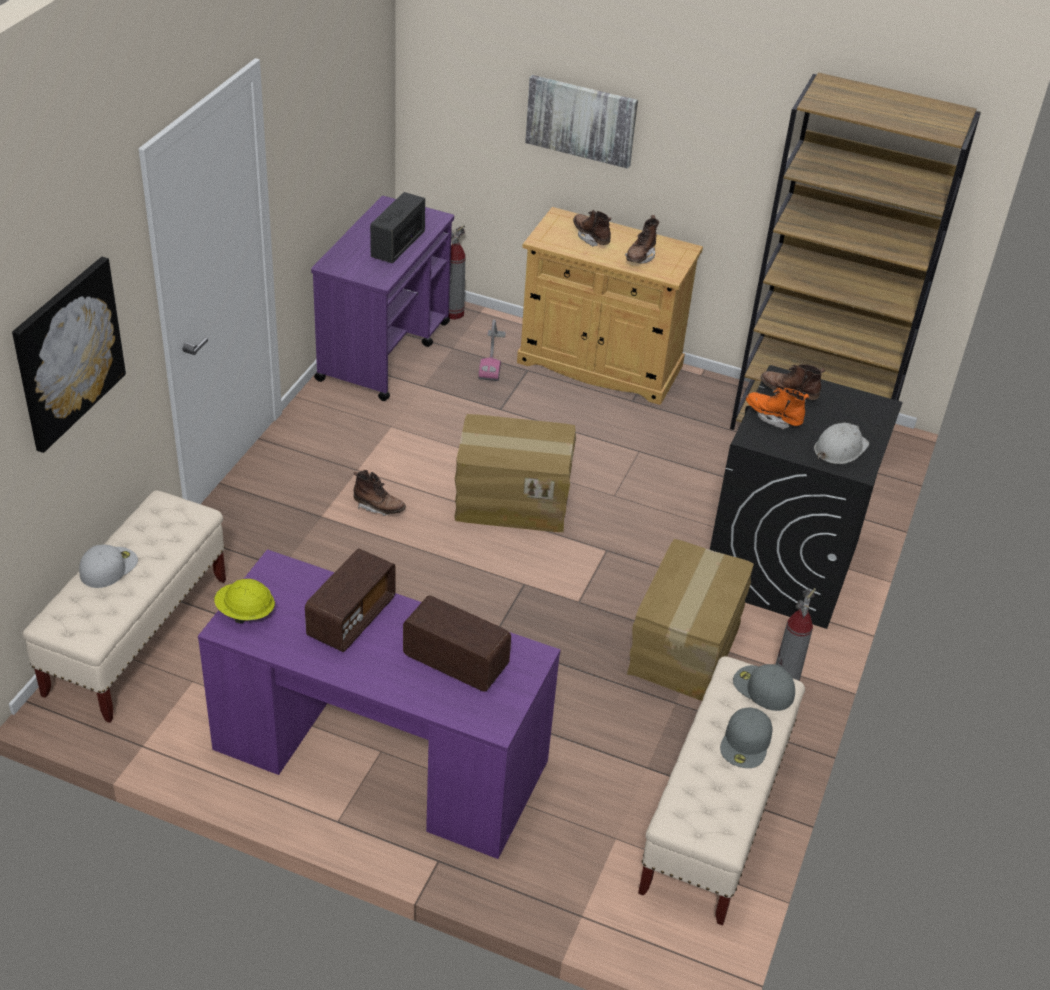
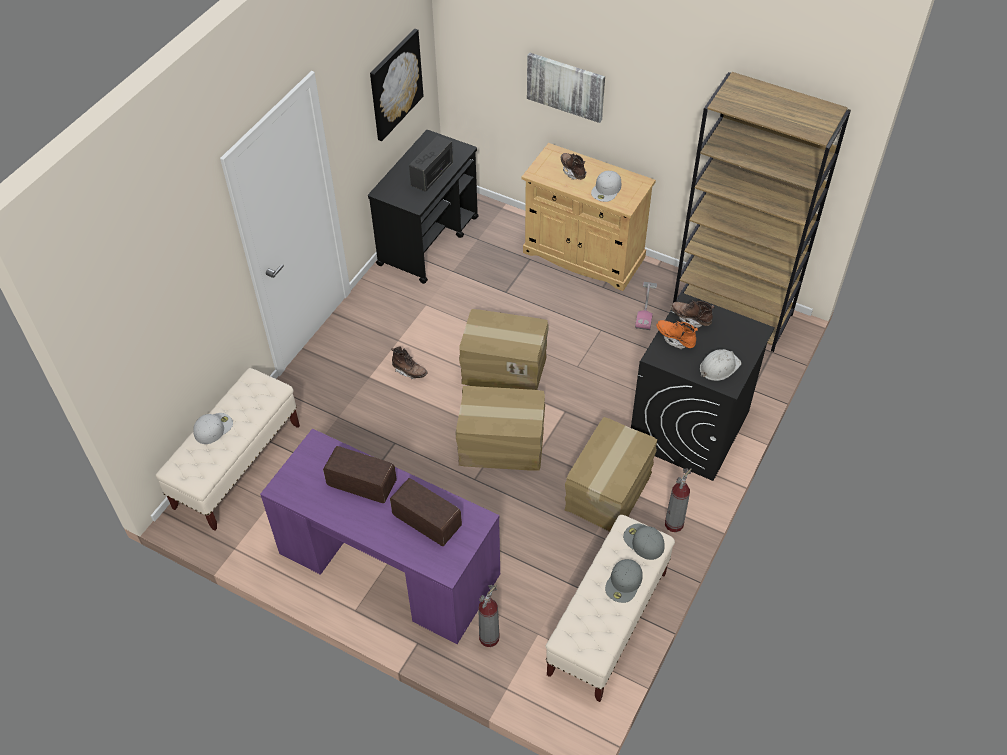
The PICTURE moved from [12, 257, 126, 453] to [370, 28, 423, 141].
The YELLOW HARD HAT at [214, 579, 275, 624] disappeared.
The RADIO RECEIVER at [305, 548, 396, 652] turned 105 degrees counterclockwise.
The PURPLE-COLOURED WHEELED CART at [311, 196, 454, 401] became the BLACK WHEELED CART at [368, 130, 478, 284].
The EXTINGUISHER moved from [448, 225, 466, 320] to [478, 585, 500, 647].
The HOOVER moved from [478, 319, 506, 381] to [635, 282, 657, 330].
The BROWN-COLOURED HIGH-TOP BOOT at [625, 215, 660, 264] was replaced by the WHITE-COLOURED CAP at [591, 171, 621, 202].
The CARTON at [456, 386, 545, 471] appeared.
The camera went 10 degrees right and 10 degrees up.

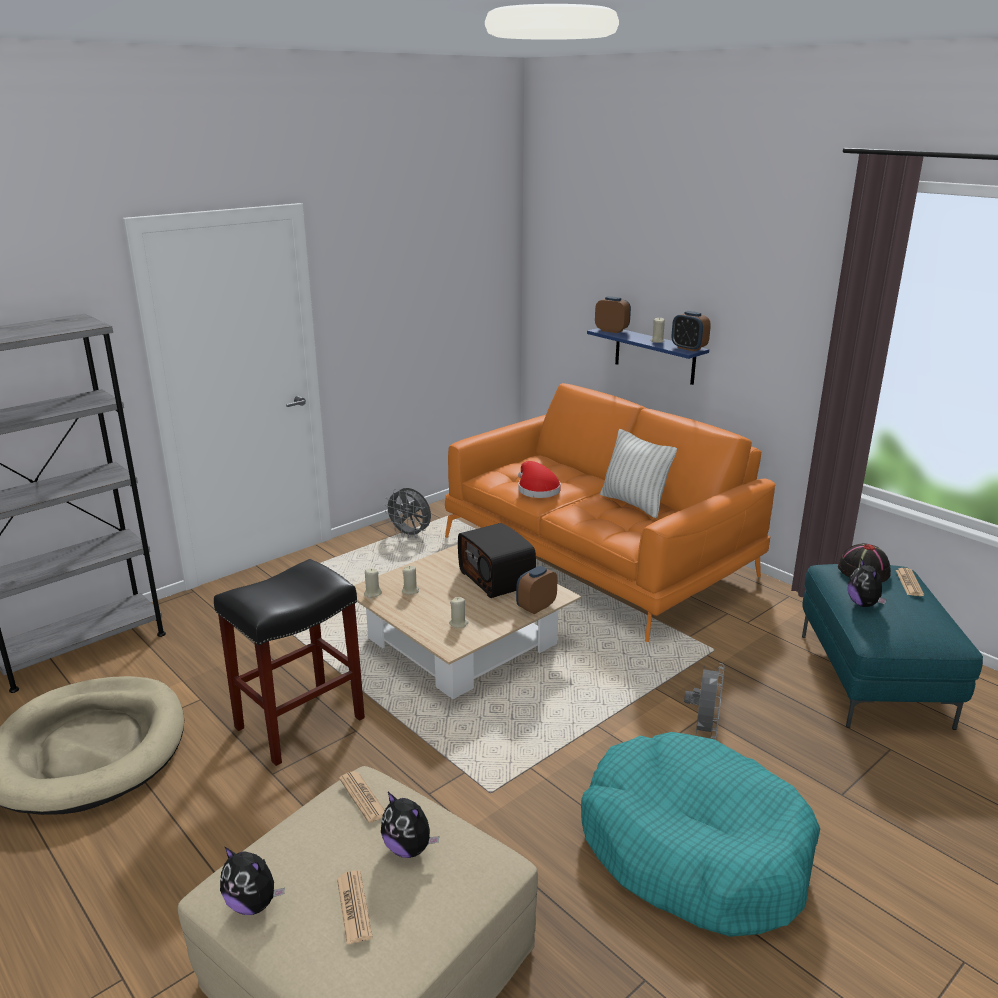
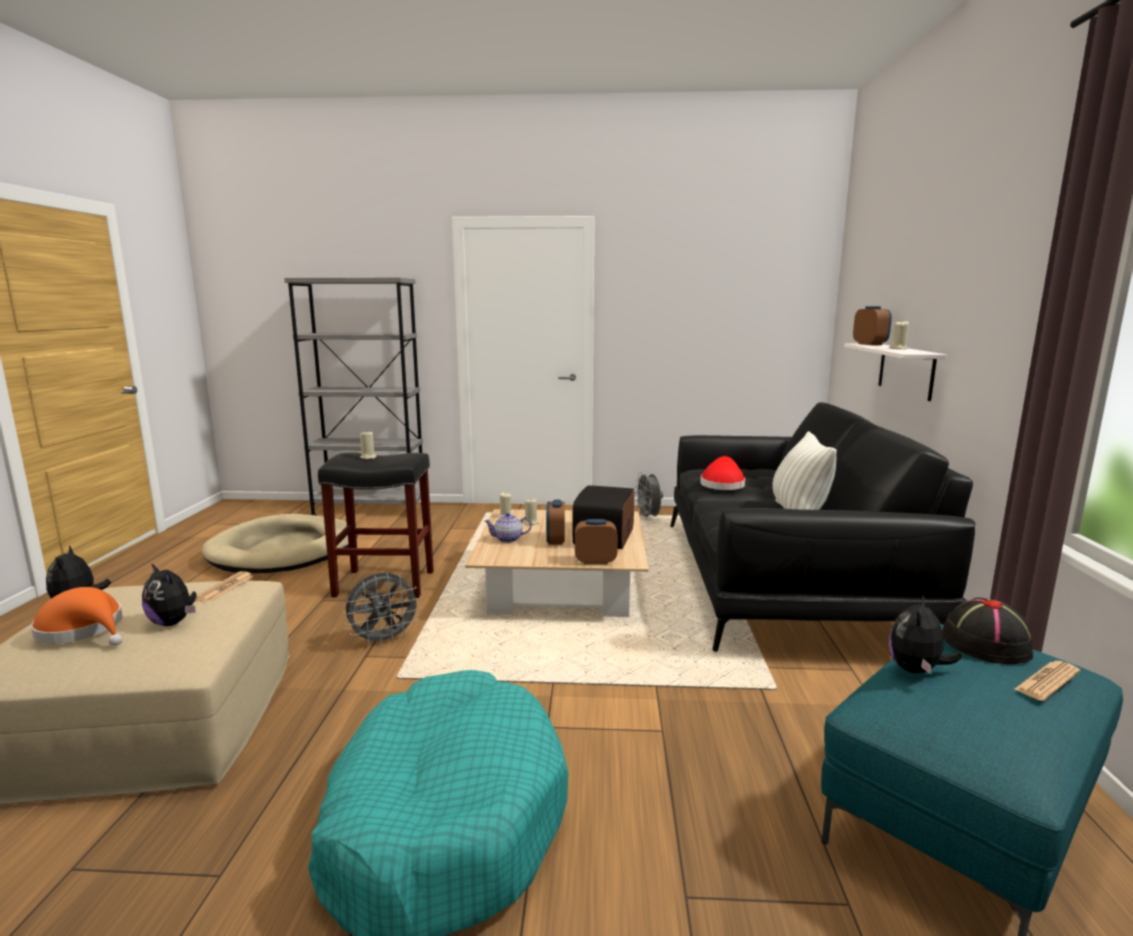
The DAILY PAPER at [337, 870, 372, 945] was replaced by the ORANGE WEARABLE HAT at [31, 587, 123, 646].
The PLUSH TOY at [381, 792, 439, 858] turned 45 degrees counterclockwise.
The ORANGE COUCH at [445, 383, 776, 642] became the BLACK COUCH at [670, 402, 976, 652].
The SAND-COLOURED WAX LIGHT moved from [449, 597, 469, 628] to [360, 430, 377, 459].
The BLUE-COLOURED WALL SHELF at [587, 328, 709, 385] became the WHITE-COLOURED WALL SHELF at [844, 344, 947, 401].
The BEDSIDE CLOCK moved from [672, 311, 711, 351] to [546, 499, 565, 544].
The GREYISH COOLING FAN moved from [684, 663, 725, 740] to [344, 573, 422, 646].
The TEA POT at [484, 513, 532, 543] appeared.
The camera went 45 degrees right and 10 degrees down.

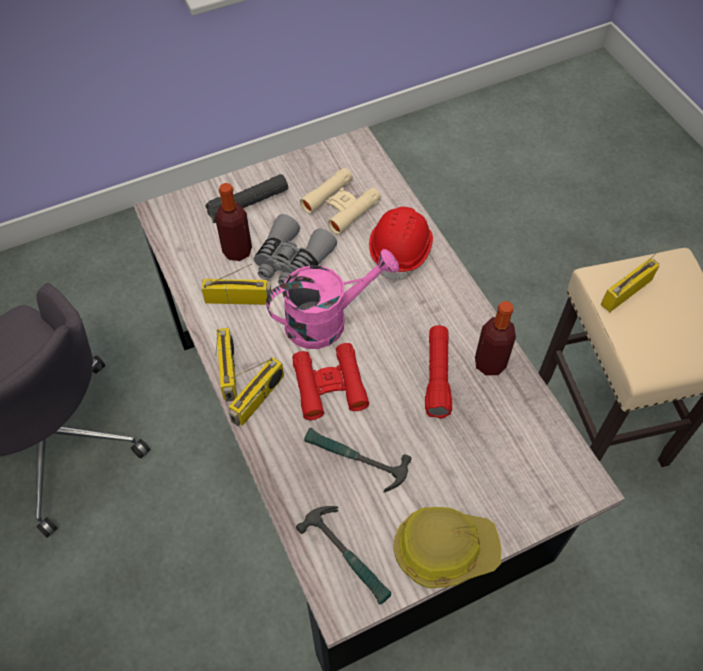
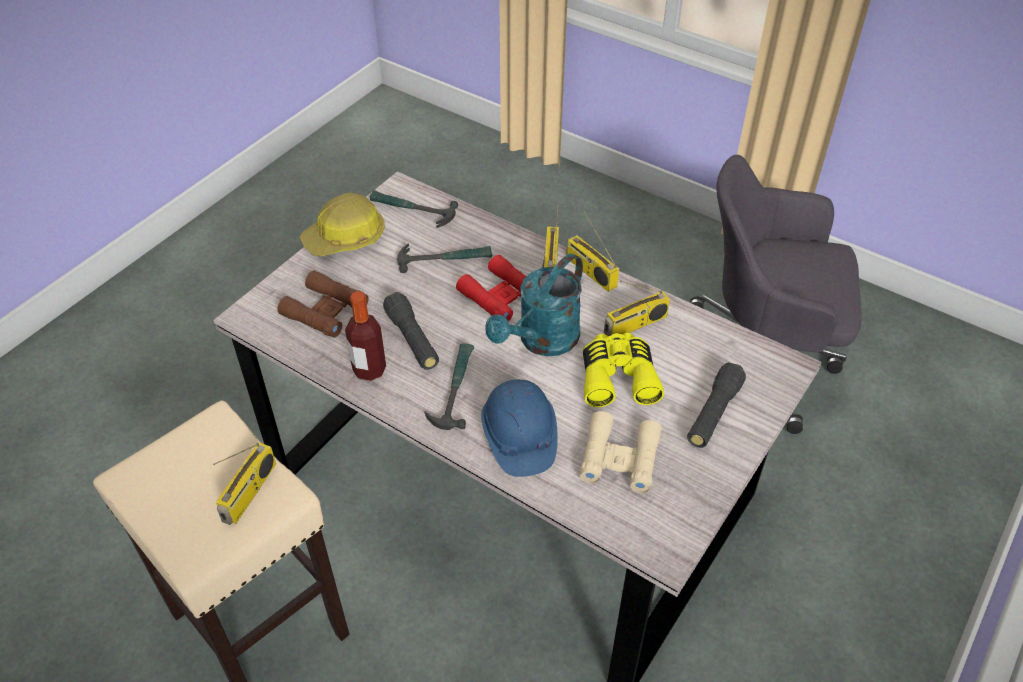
The BEVERAGE BOTTLE at [215, 183, 252, 261] disappeared.
The GREYISH PAIR OF BINOCULARS at [254, 214, 337, 285] became the YELLOW PAIR OF BINOCULARS at [583, 333, 664, 407].
The PINK WATERING POT at [266, 249, 399, 349] became the TURQUOISE WATERING POT at [485, 253, 583, 356].
The RED HARD HAT at [369, 206, 433, 283] became the BLUE-COLOURED HARD HAT at [481, 379, 558, 477].
The RED HAND TORCH at [425, 325, 452, 418] became the BLACK HAND TORCH at [383, 292, 439, 370].
The BROWN-COLOURED PAIR OF BINOCULARS at [277, 270, 369, 338] appeared.
The HAND HAMMER at [424, 343, 474, 430] appeared.
The camera went 150 degrees right and 10 degrees down.

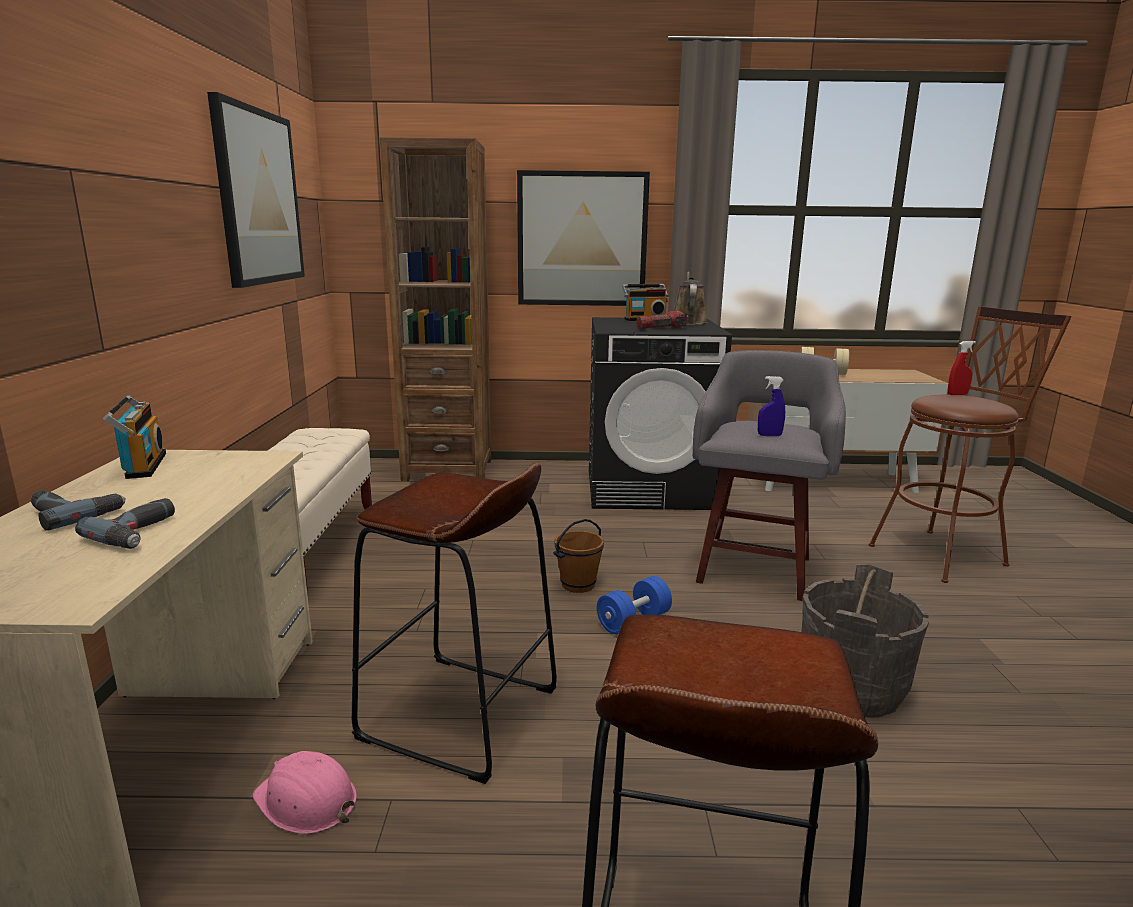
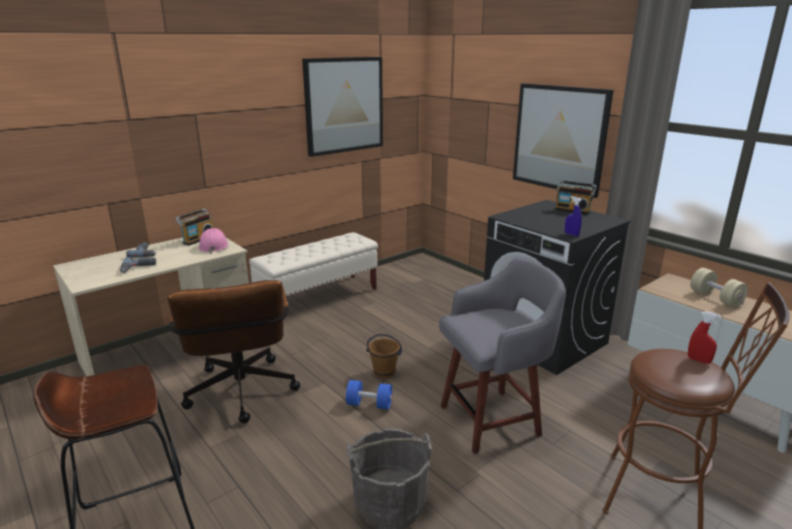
The PINK HARD HAT moved from [253, 751, 357, 834] to [199, 228, 228, 253].
The BROWN-COLOURED SITTING STOOL at [352, 463, 557, 784] was replaced by the BROWN-COLOURED DESK CHAIR at [168, 280, 300, 423].
The BROWN-COLOURED BOOKCASE at [379, 137, 491, 481] disappeared.
The HAND TORCH at [636, 311, 689, 329] disappeared.
The BROWN-COLOURED WATERING POT at [674, 272, 707, 325] disappeared.
The BLUE-COLOURED SPRAY BOTTLE moved from [758, 376, 785, 436] to [565, 196, 582, 237].
The camera went 50 degrees right and 5 degrees up.

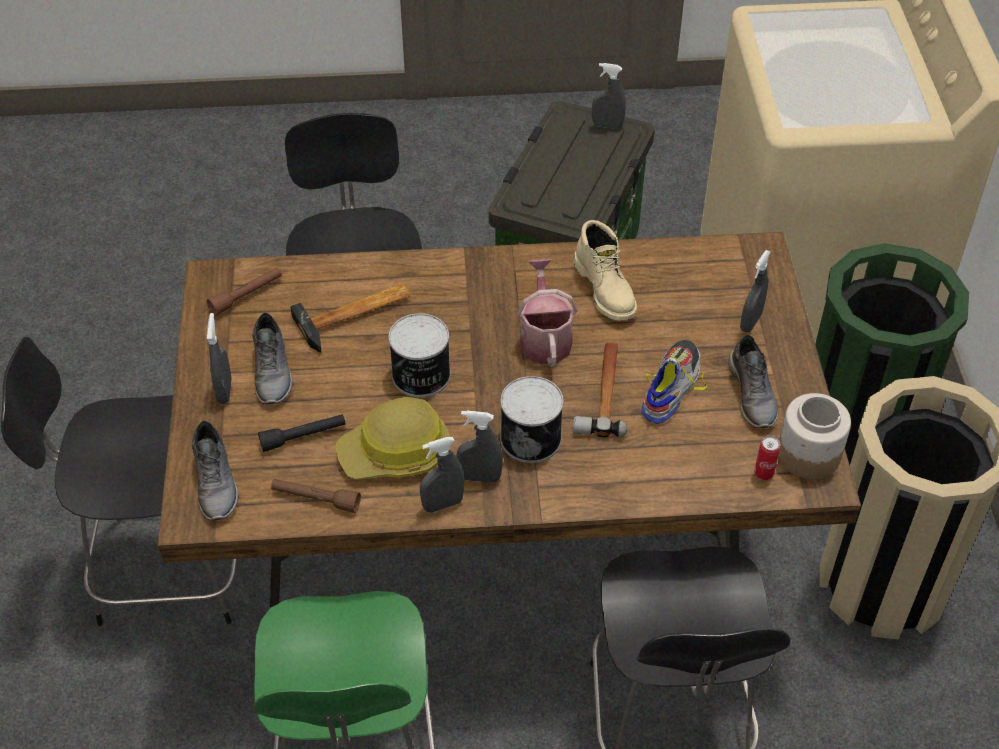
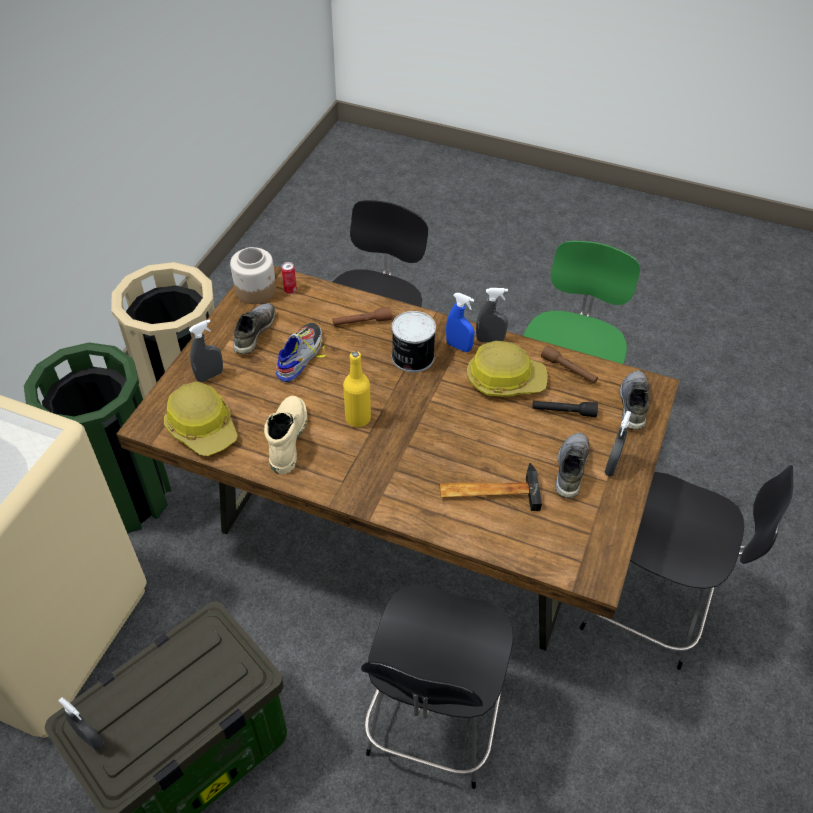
The BROWN-COLOURED HAND TORCH moved from [207, 268, 282, 316] to [333, 307, 392, 326].
The METAL CAN at [389, 313, 451, 398] disappeared.
The GREYISH SPRAY BOTTLE at [456, 411, 503, 483] became the BLUE-COLOURED SPRAY BOTTLE at [446, 293, 475, 352].
The WATERING POT at [517, 259, 577, 367] was replaced by the YELLOW BEVERAGE BOTTLE at [343, 351, 371, 427].
The HAND HAMMER at [573, 341, 627, 438] disappeared.
The SHOE at [641, 340, 707, 424] turned 150 degrees clockwise.
The HARD HAT at [164, 382, 238, 456] appeared.
The camera went 155 degrees left and 0 degrees up.

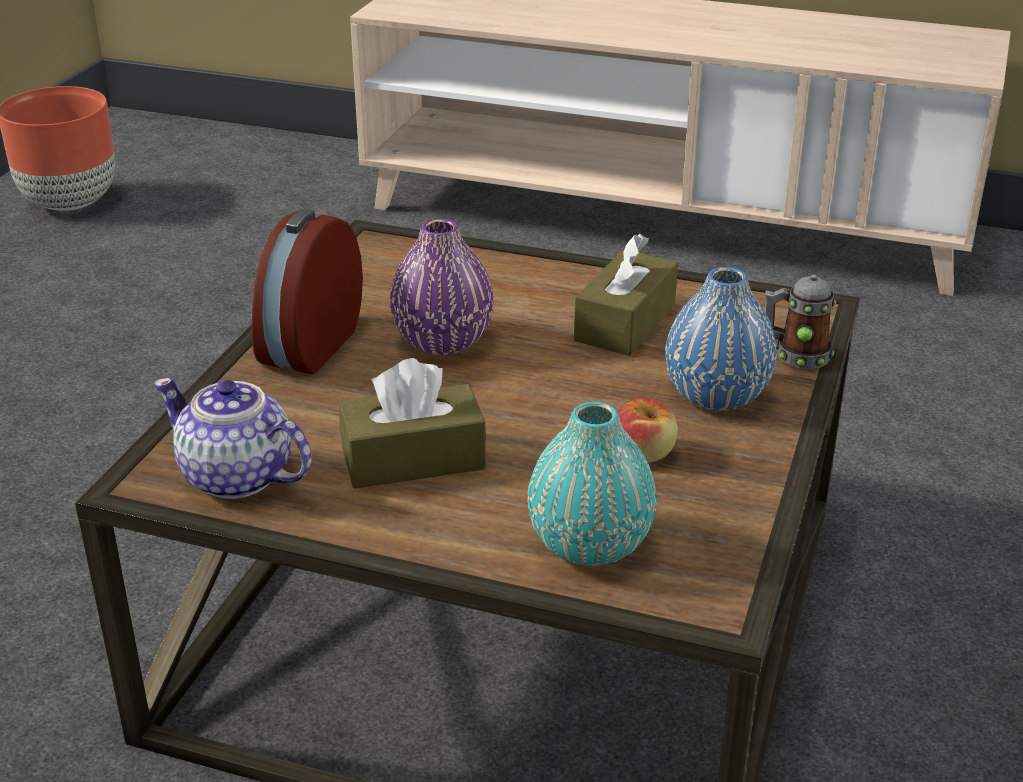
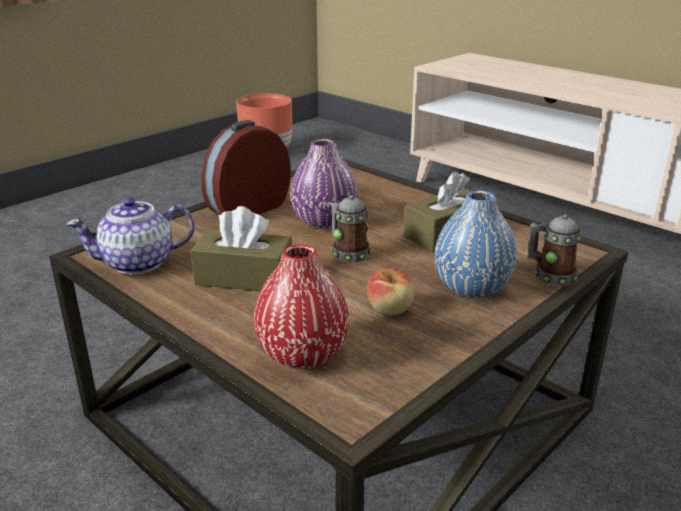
The TEA POT at [153, 378, 312, 499] turned 75 degrees counterclockwise.
The TURQUOISE DECORATIVE VASE at [527, 402, 657, 566] became the RED DECORATIVE VASE at [254, 244, 349, 369].
The TEA MUG at [331, 195, 372, 262] appeared.
The camera went 25 degrees right and 5 degrees down.

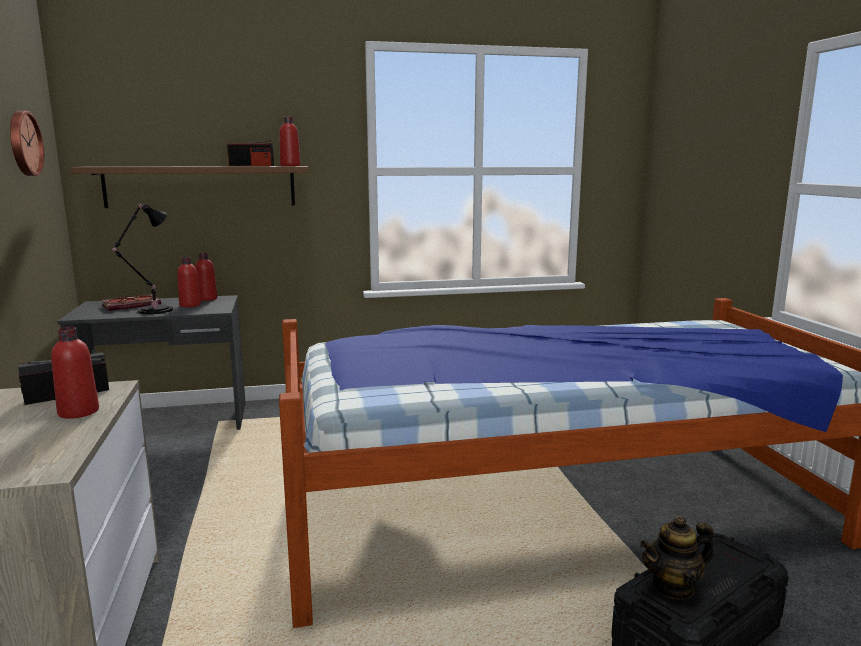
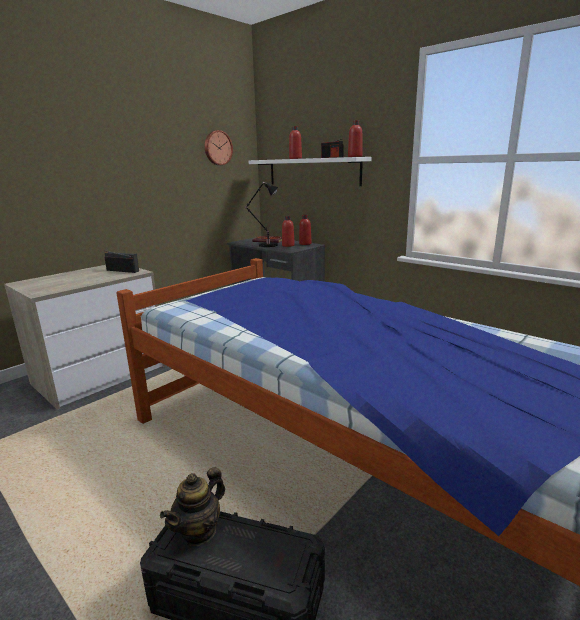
The RED BEVERAGE BOTTLE moved from [51, 327, 99, 419] to [289, 126, 302, 159].
The BROWN-COLOURED WALL SHELF at [71, 166, 309, 208] became the WHITE-COLOURED WALL SHELF at [249, 157, 372, 186].
The TEA POT at [640, 516, 713, 600] turned 90 degrees counterclockwise.
The camera went 55 degrees right and 5 degrees up.

